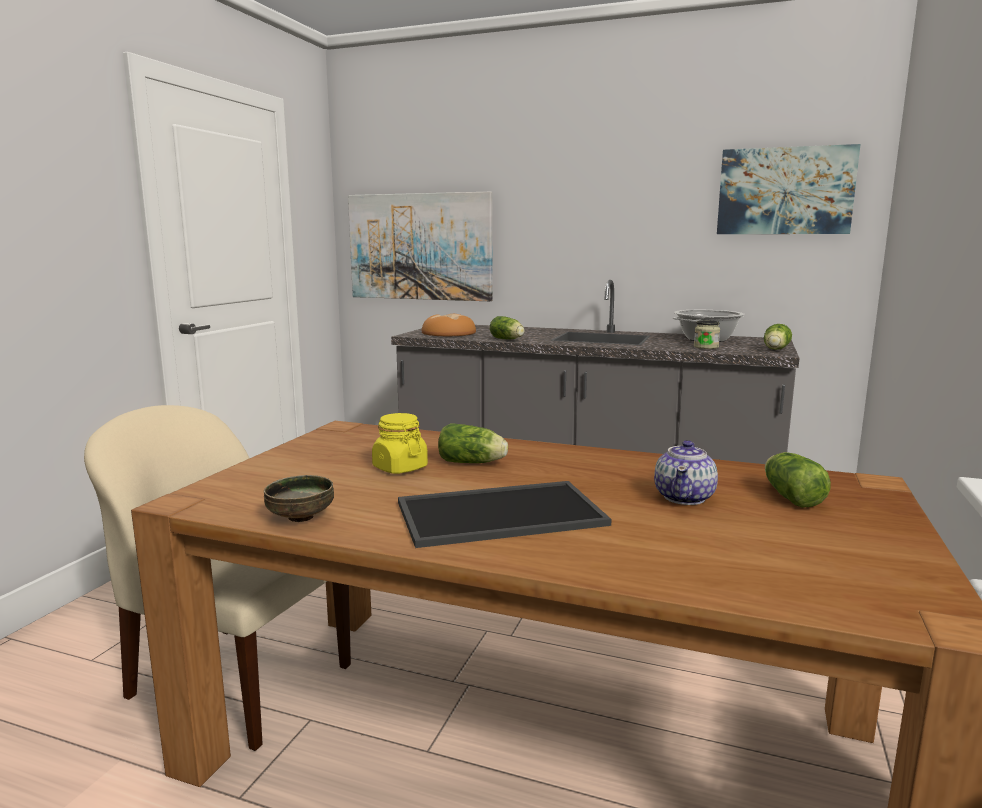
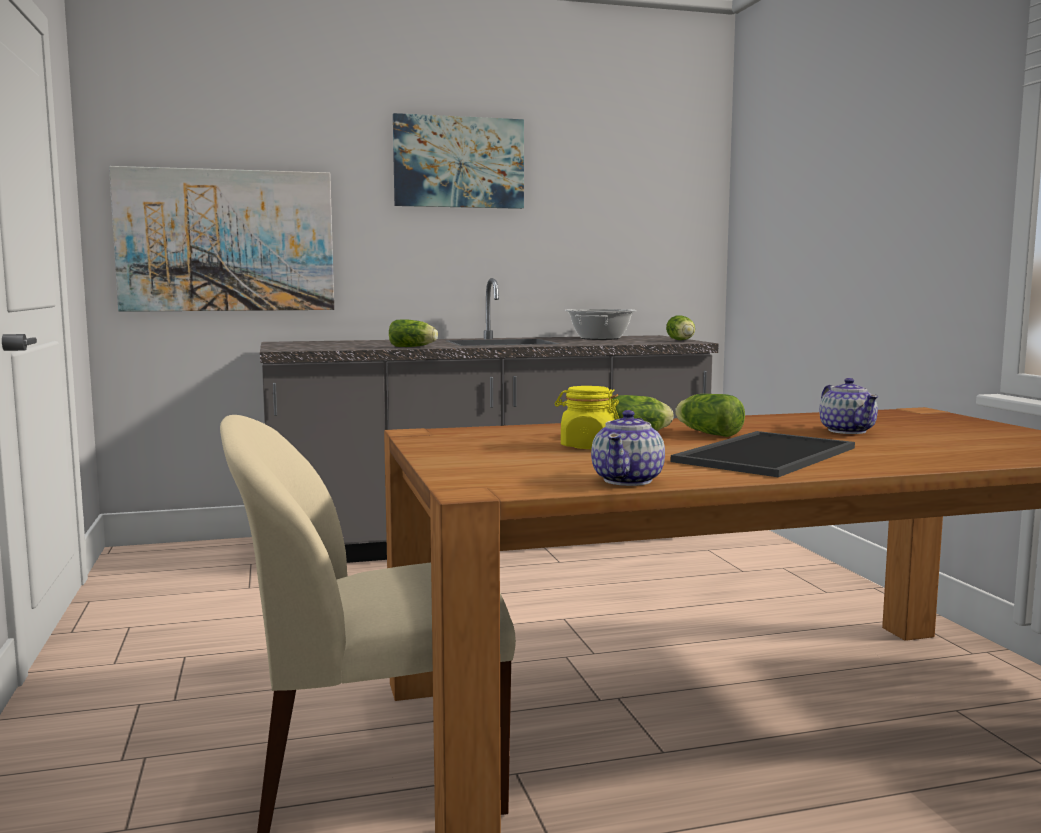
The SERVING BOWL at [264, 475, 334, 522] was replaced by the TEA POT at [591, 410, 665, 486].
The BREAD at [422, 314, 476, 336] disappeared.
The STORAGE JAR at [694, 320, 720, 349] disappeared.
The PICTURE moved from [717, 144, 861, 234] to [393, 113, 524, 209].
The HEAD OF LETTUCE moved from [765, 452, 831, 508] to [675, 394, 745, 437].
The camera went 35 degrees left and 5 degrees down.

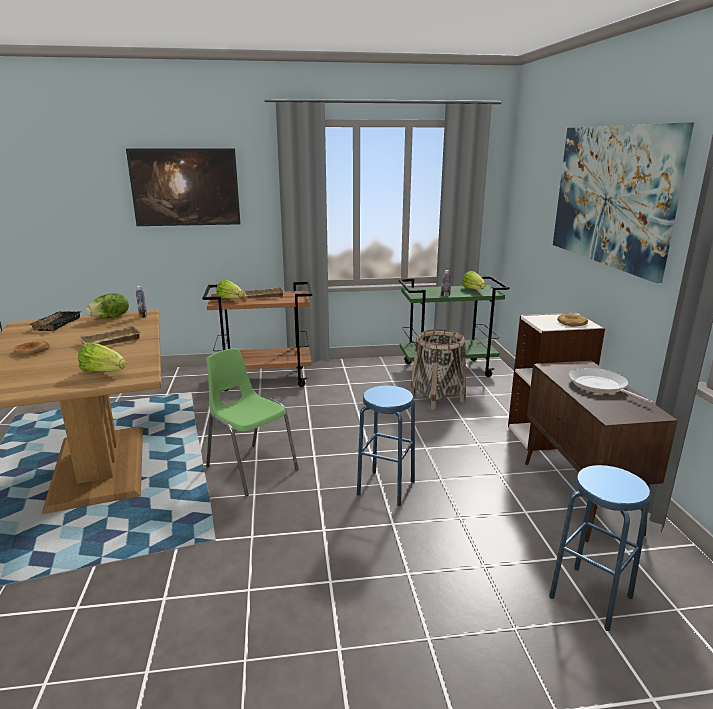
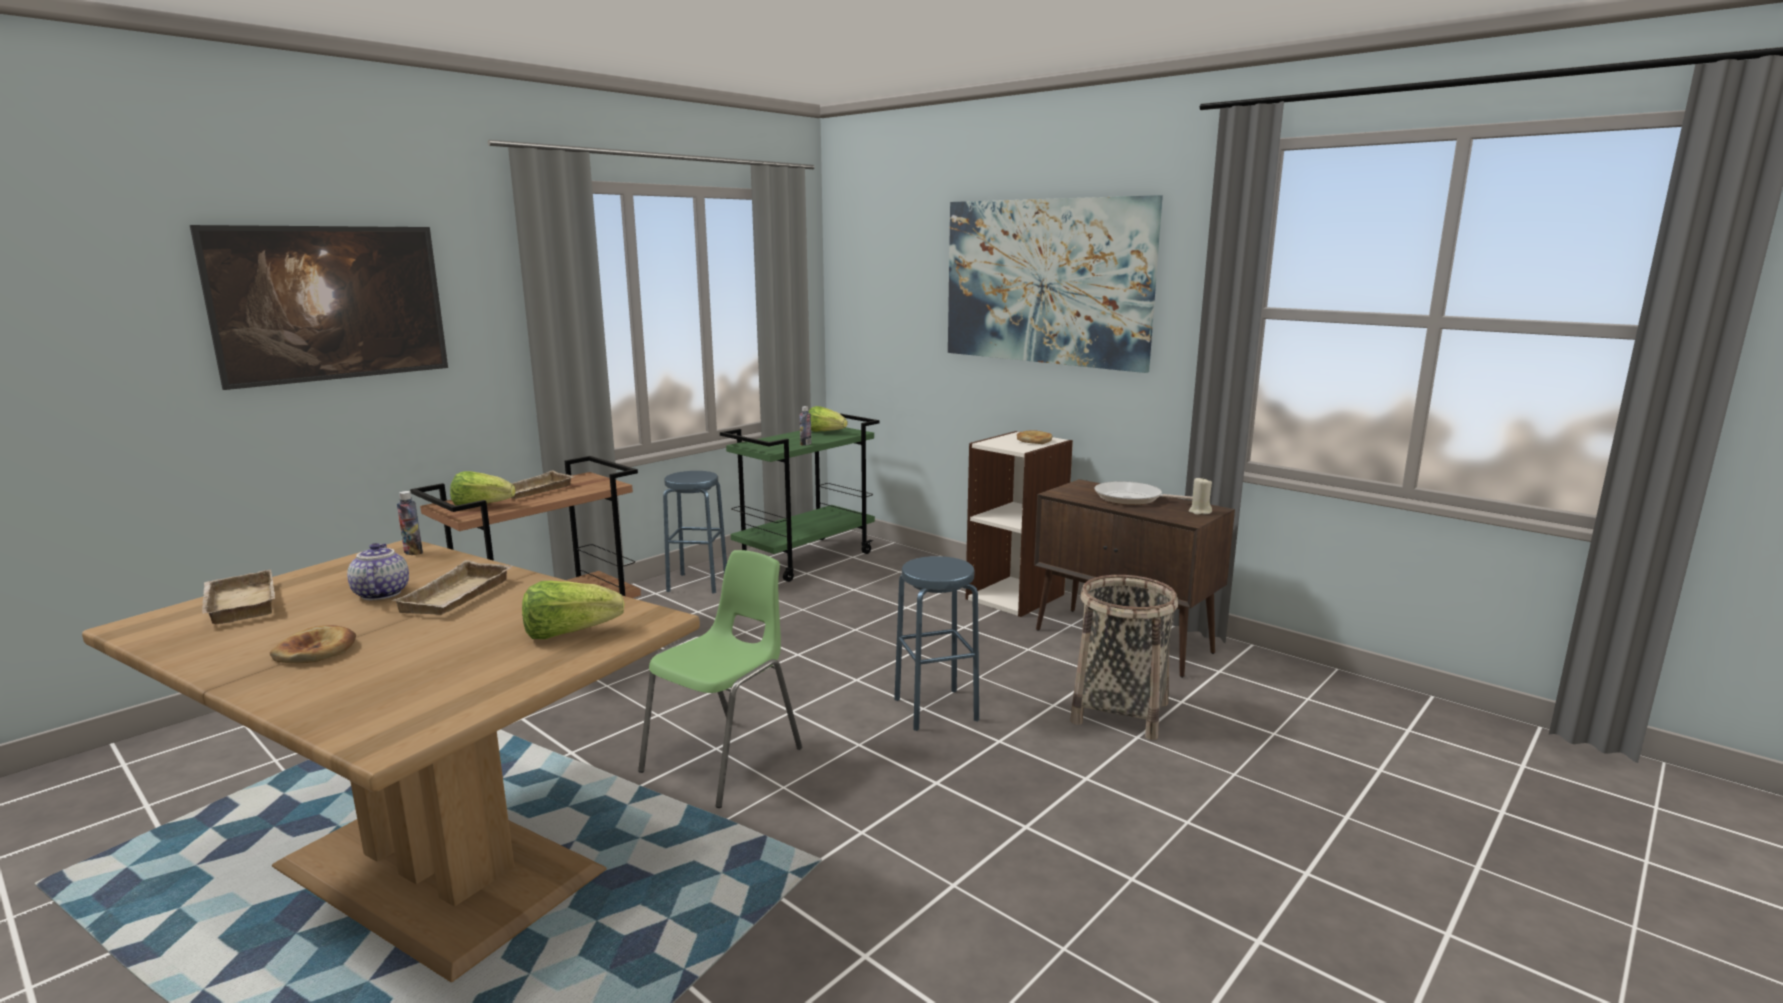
The BLACK SERVING TRAY at [29, 311, 81, 331] became the SAND-COLOURED SERVING TRAY at [201, 569, 275, 624].
The HEAD OF LETTUCE at [86, 293, 129, 318] disappeared.
The GREEN CHAIR at [206, 348, 299, 496] turned 120 degrees clockwise.
The STORAGE BASKET moved from [410, 329, 466, 410] to [1070, 575, 1178, 740].
The BLUE-COLOURED SITTING STOOL moved from [549, 465, 650, 631] to [663, 471, 727, 594].
The TEA POT at [347, 543, 409, 600] appeared.
The SAND-COLOURED WAX LIGHT at [1189, 477, 1212, 515] appeared.
The camera went 40 degrees left and 5 degrees down.

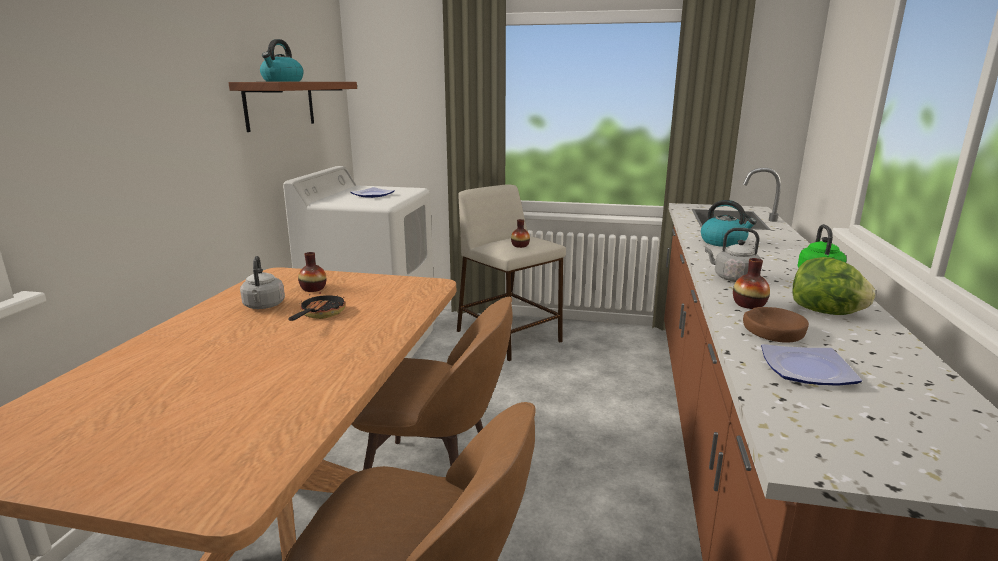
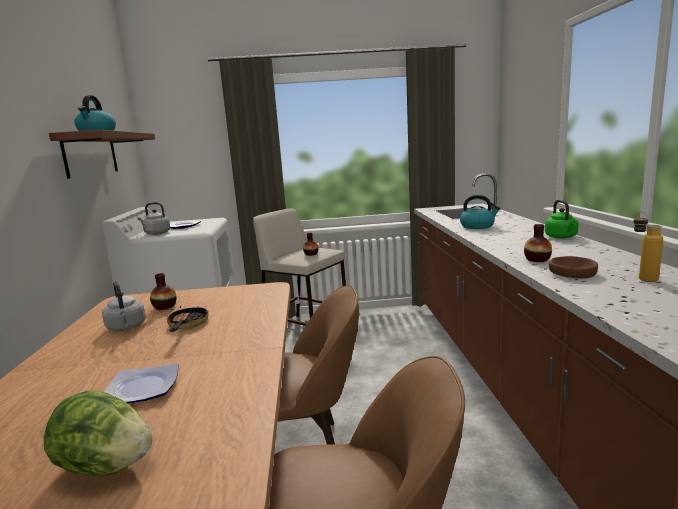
The GREYISH WATER KETTLE moved from [705, 228, 761, 282] to [138, 202, 170, 235].
The FLAT DISH moved from [761, 344, 862, 386] to [104, 363, 179, 403].
The HEAD OF LETTUCE moved from [792, 257, 875, 315] to [44, 391, 153, 476].
The BEVERAGE BOTTLE at [633, 211, 663, 282] appeared.
The camera went 15 degrees left and 5 degrees down.

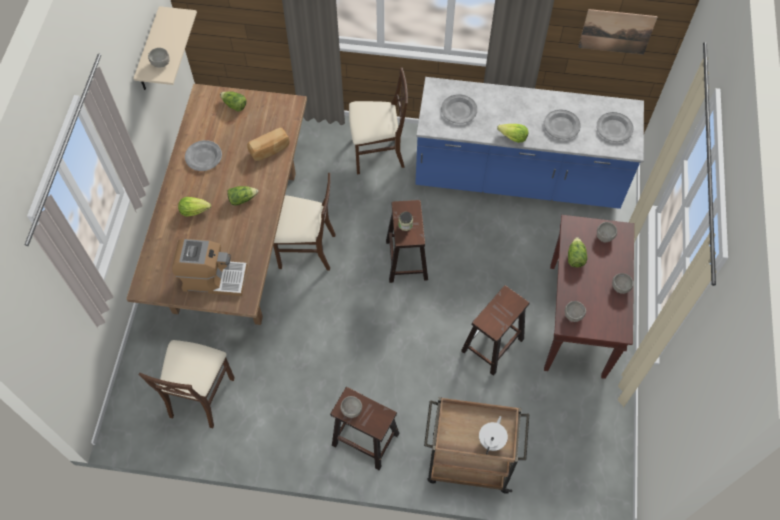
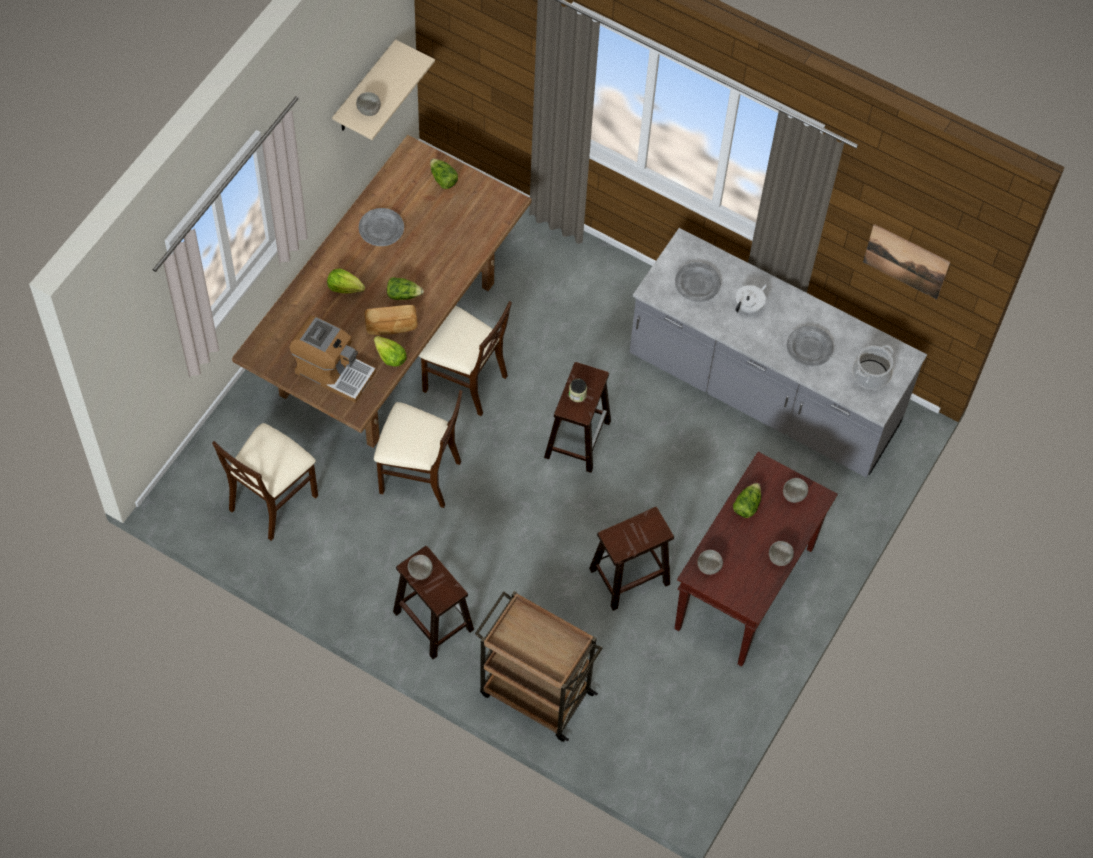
The BREAD moved from [247, 127, 290, 161] to [365, 305, 418, 335].
The SAND-COLOURED CHAIR moved from [349, 67, 408, 174] to [374, 390, 462, 508].
The BLUE-COLOURED KITCHEN COUNTER at [415, 77, 644, 209] became the GREYISH KITCHEN COUNTER at [629, 228, 927, 478].
The WHITE-COLOURED TEA POT moved from [479, 416, 508, 455] to [736, 284, 767, 313].
The HEAD OF LETTUCE moved from [497, 124, 528, 143] to [374, 336, 407, 367].
The GREYISH FLAT DISH at [596, 112, 634, 142] was replaced by the SAUCEPOT at [852, 345, 894, 390].
The camera went 20 degrees right and 0 degrees up.

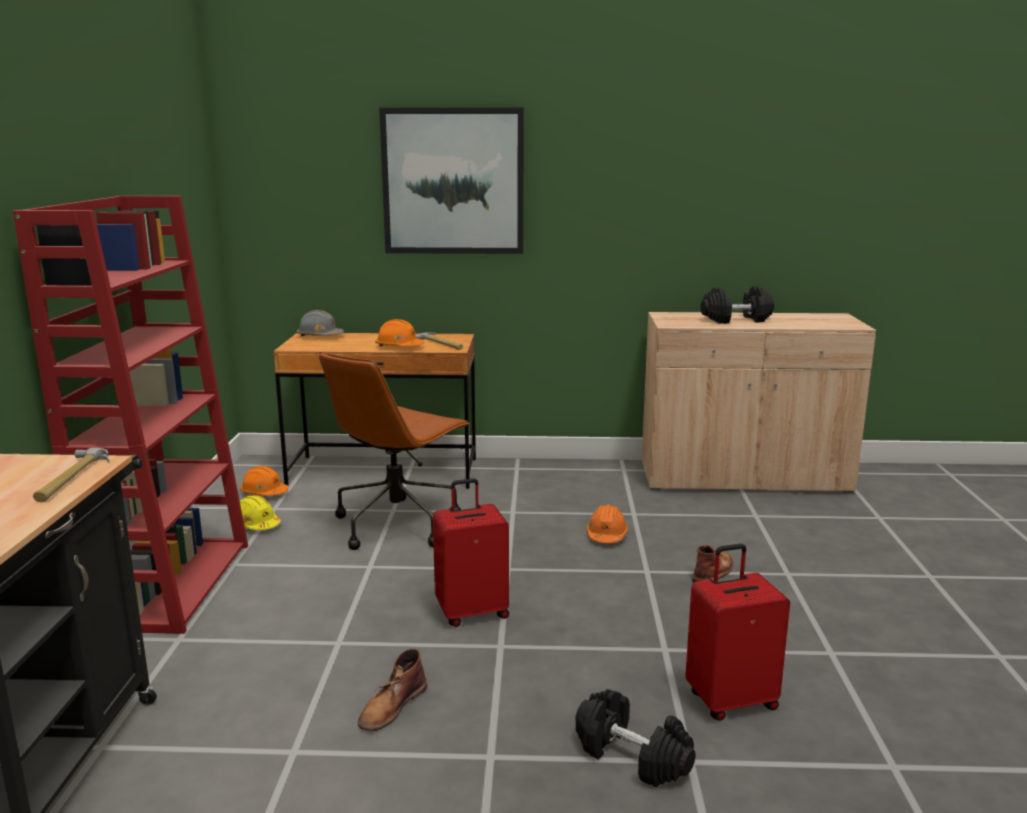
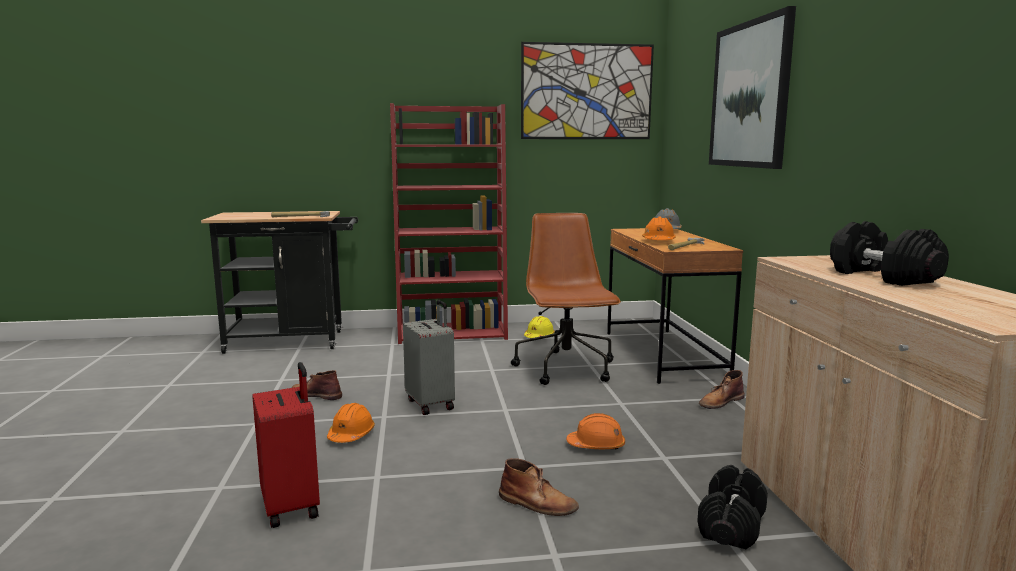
The ORANGE HARD HAT moved from [240, 466, 288, 496] to [327, 403, 375, 443].
The BROWN-COLOURED DESK CHAIR at [319, 352, 470, 550] turned 60 degrees clockwise.
The RED TRAVEL CASE at [433, 478, 509, 627] became the GREYISH TRAVEL CASE at [403, 300, 455, 415].
The BLACK HAND WEIGHT moved from [575, 689, 696, 787] to [697, 465, 768, 549].
The PICTURE at [521, 42, 654, 139] appeared.
The BROWN-COLOURED HIGH-TOP BOOT at [699, 370, 745, 409] appeared.
The camera went 80 degrees right and 5 degrees down.

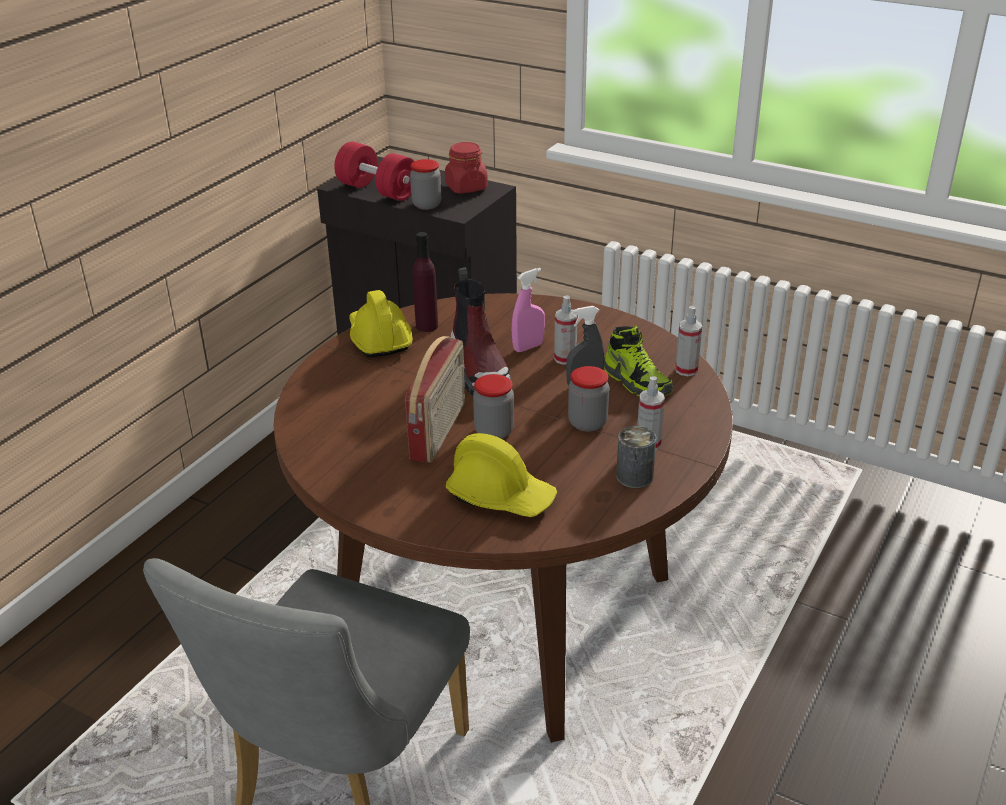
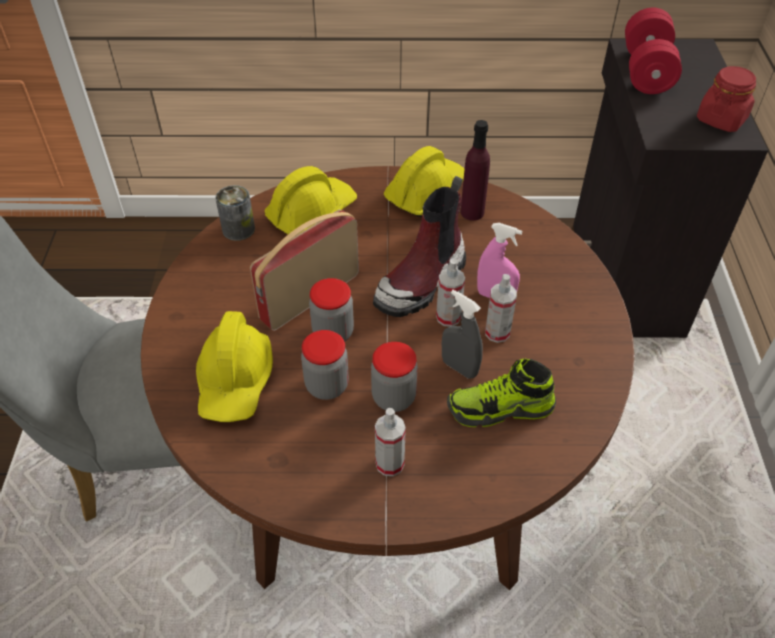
The RADIO RECEIVER at [405, 336, 465, 463] turned 150 degrees clockwise.
The STORAGE JAR moved from [410, 159, 442, 210] to [301, 330, 349, 400].
The SHOE at [604, 325, 673, 396] turned 60 degrees clockwise.
The METAL CAN moved from [616, 426, 656, 488] to [215, 185, 255, 241].
The SPRAY BOTTLE moved from [675, 306, 702, 376] to [436, 258, 465, 327].
The YELLOW HARD HAT at [265, 166, 357, 235] appeared.
The camera went 60 degrees right and 15 degrees up.

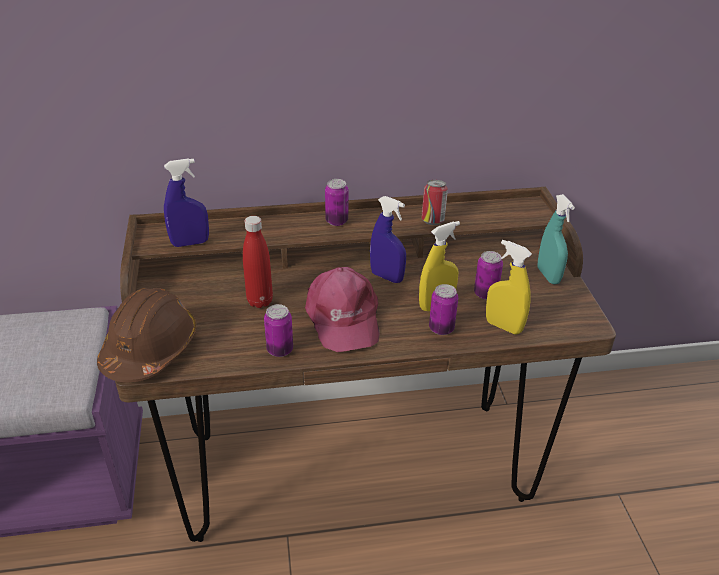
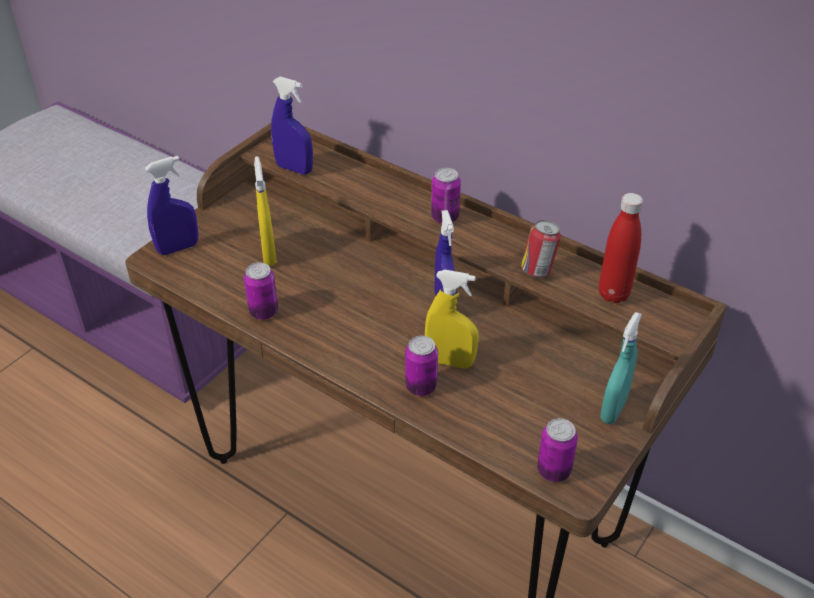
The BROWN-COLOURED HARD HAT at [97, 288, 196, 382] was replaced by the BLUE-COLOURED SPRAY BOTTLE at [145, 156, 198, 255].
The RED BEVERAGE BOTTLE moved from [243, 216, 273, 308] to [599, 193, 643, 303].
The PINK CAP at [305, 267, 380, 352] disappeared.
The METAL CAN moved from [474, 251, 503, 300] to [537, 418, 578, 482].
The YELLOW SPRAY BOTTLE moved from [486, 240, 532, 334] to [254, 156, 277, 266].
The camera went 45 degrees right and 5 degrees up.

